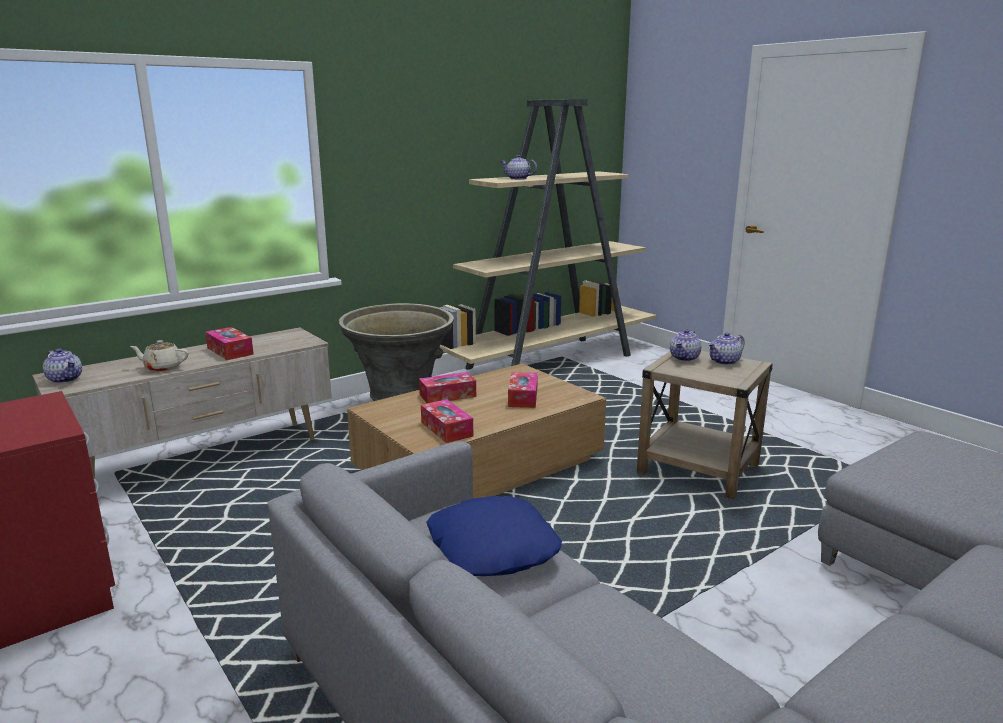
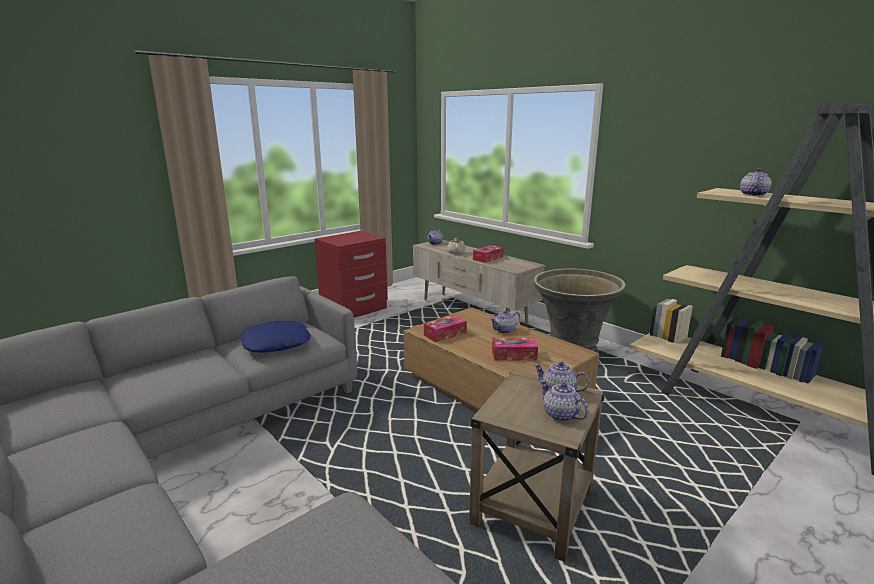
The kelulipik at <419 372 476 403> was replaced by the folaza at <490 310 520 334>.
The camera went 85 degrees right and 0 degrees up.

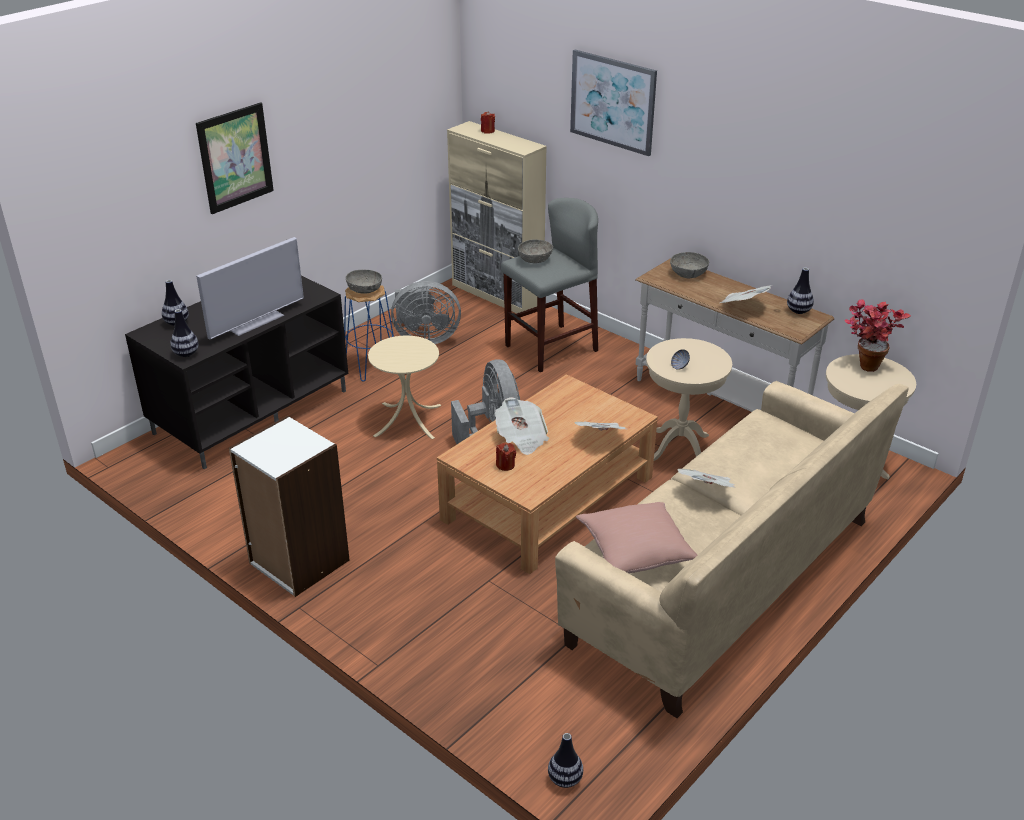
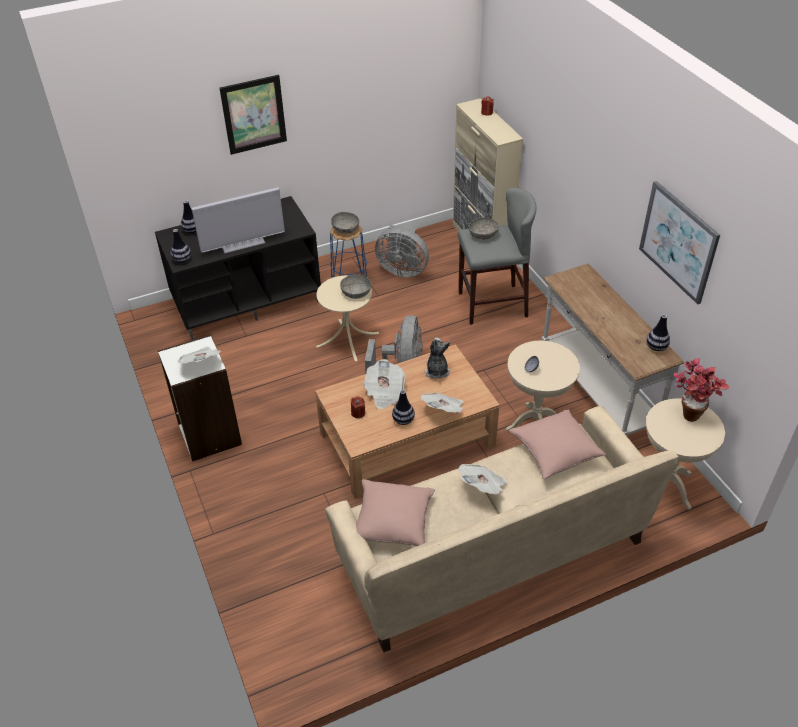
The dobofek moved from <570 50 657 156> to <639 181 720 304>.
The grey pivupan moved from <670 252 709 278> to <340 274 371 299>.
The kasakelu moved from <720 285 772 303> to <177 347 221 364>.
The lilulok moved from <548 733 583 788> to <392 390 415 425>.
The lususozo at <425 338 450 379> appeared.
The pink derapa at <509 410 606 479> appeared.
The camera went 25 degrees right and 10 degrees up.

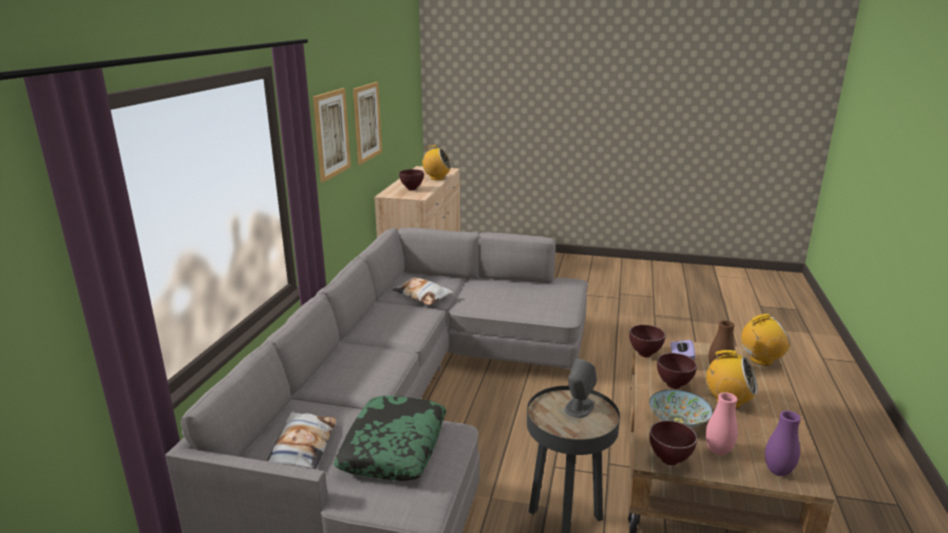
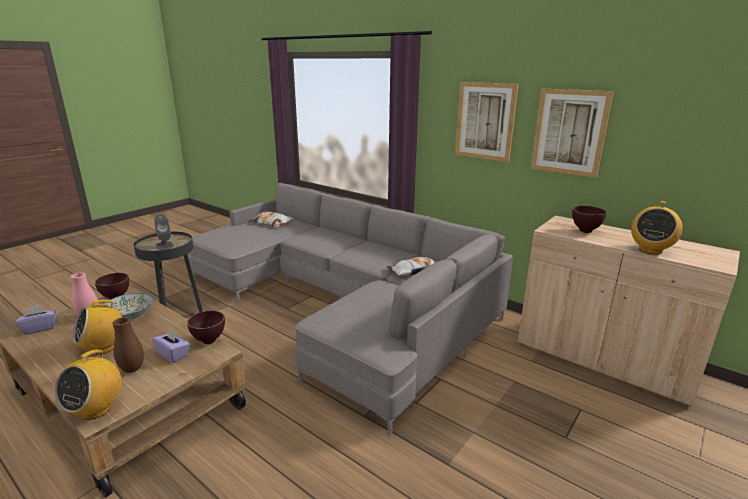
The brown pivupan at <657 353 697 389> disappeared.
The derapa at <334 396 446 481> disappeared.
The purple lilulok at <765 411 801 476> was replaced by the purple kelulipik at <15 305 56 335>.
The camera went 115 degrees right and 0 degrees up.

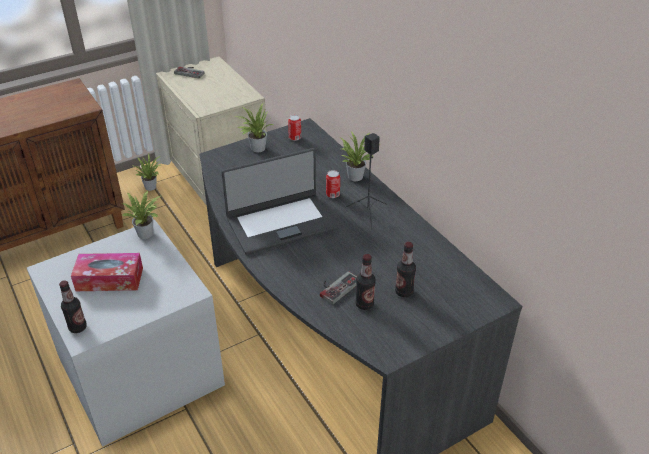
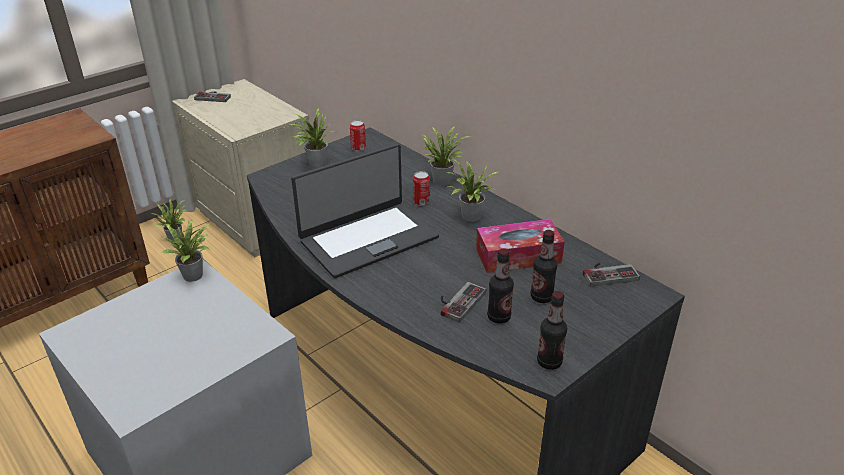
The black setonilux at <345 133 387 229> was replaced by the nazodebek at <446 158 498 222>.
The kelulipik moved from <71 253 143 291> to <476 219 565 273>.
The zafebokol moved from <59 280 87 333> to <537 291 567 370>.
The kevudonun at <583 263 640 287> appeared.
The camera went 10 degrees left and 5 degrees down.

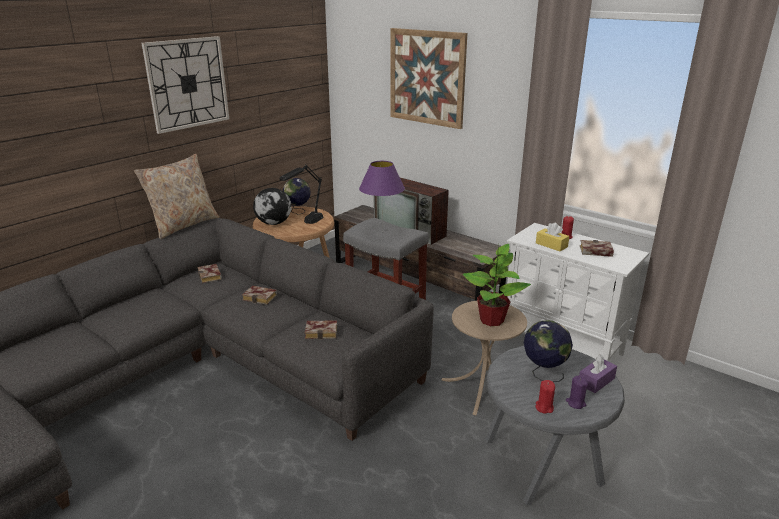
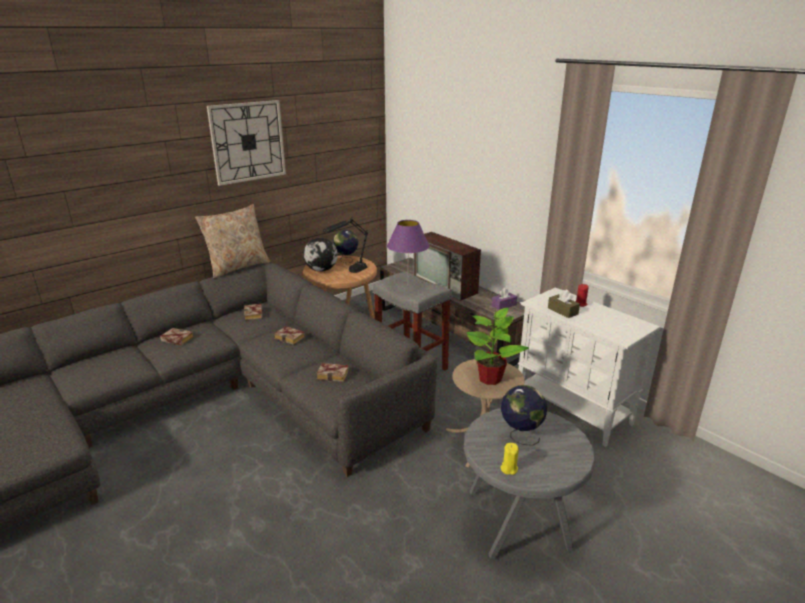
The dobofek at <390 28 467 129> disappeared.
The yellow kelulipik at <536 223 569 251> became the brown kelulipik at <548 290 580 318>.
The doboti moved from <580 240 614 257> to <160 328 194 345>.
The purple kelulipik moved from <579 354 617 393> to <492 288 517 310>.
The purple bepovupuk at <566 375 588 409> disappeared.
The red bepovupuk at <536 380 555 414> became the yellow bepovupuk at <501 443 519 475>.
The camera went 10 degrees right and 0 degrees up.

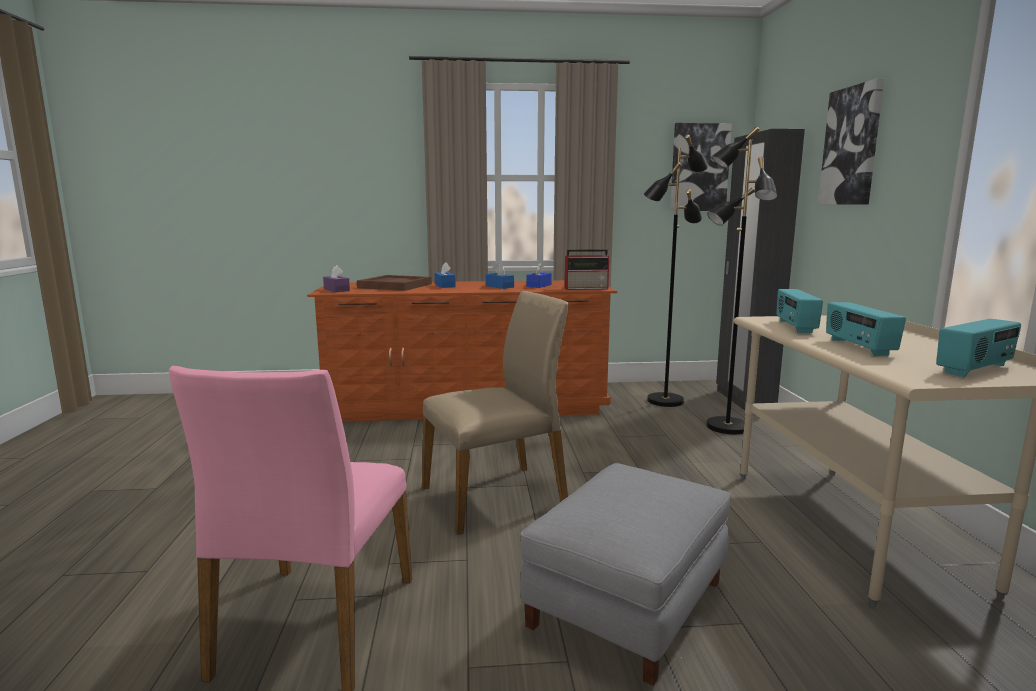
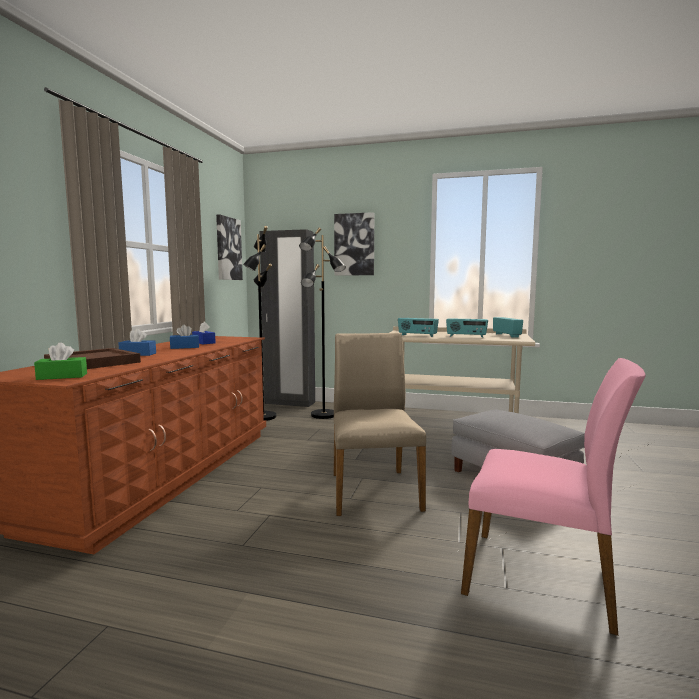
The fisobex at <565 249 610 290> disappeared.
The purple kelulipik at <323 265 350 292> became the green kelulipik at <34 343 87 380>.
The camera went 70 degrees left and 5 degrees down.

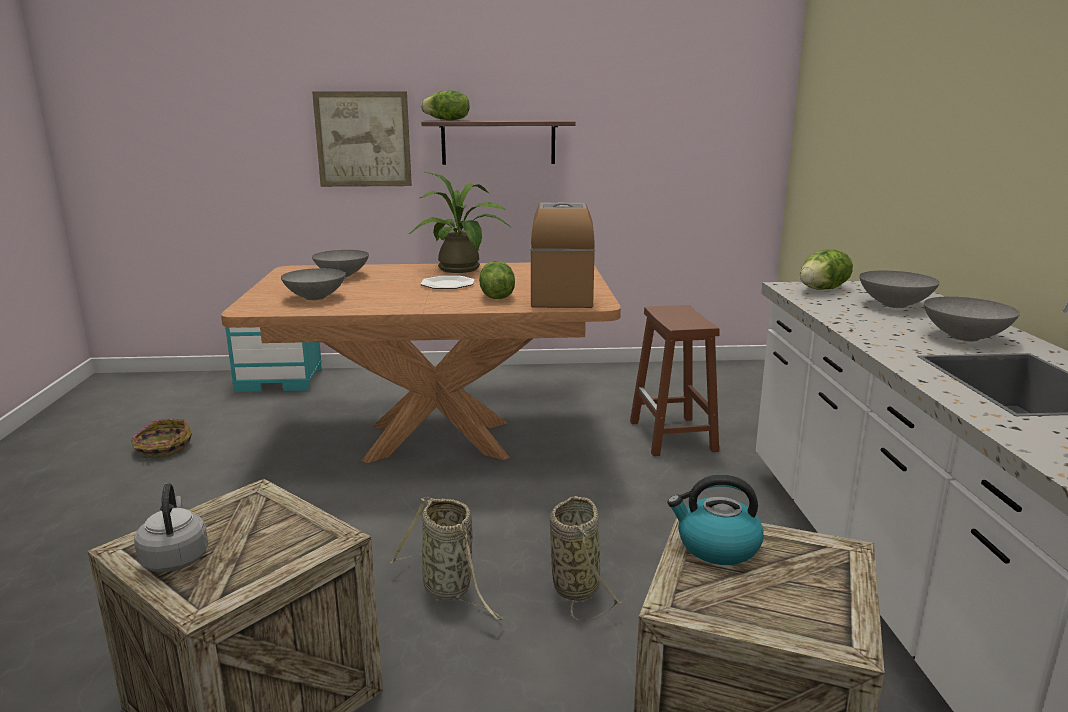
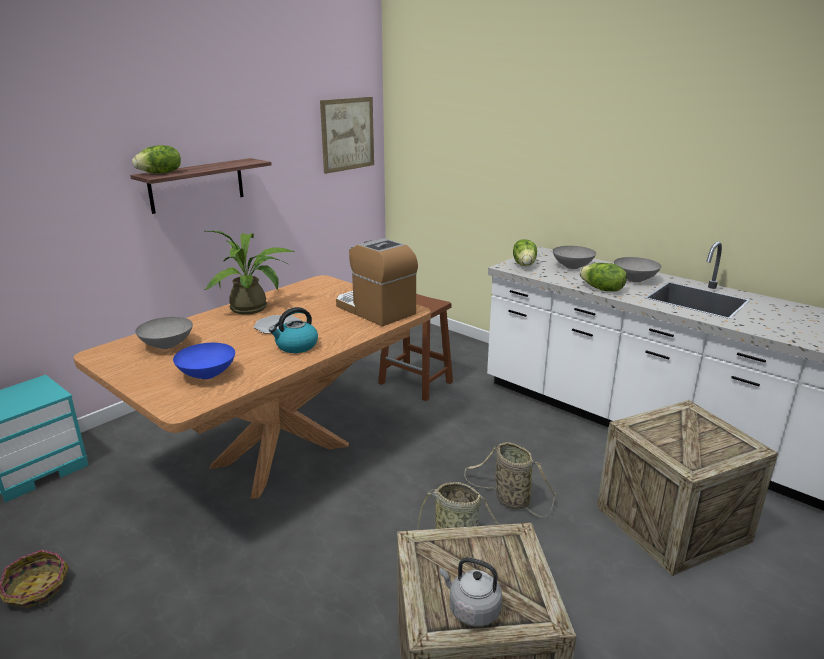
The dobofek moved from <312 91 412 187> to <320 97 374 174>.
The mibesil moved from <479 261 515 299> to <580 263 627 291>.
The grey pivupan at <281 268 346 300> became the blue pivupan at <173 343 235 379>.
The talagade moved from <667 475 764 565> to <269 307 318 353>.
The camera went 45 degrees left and 5 degrees up.

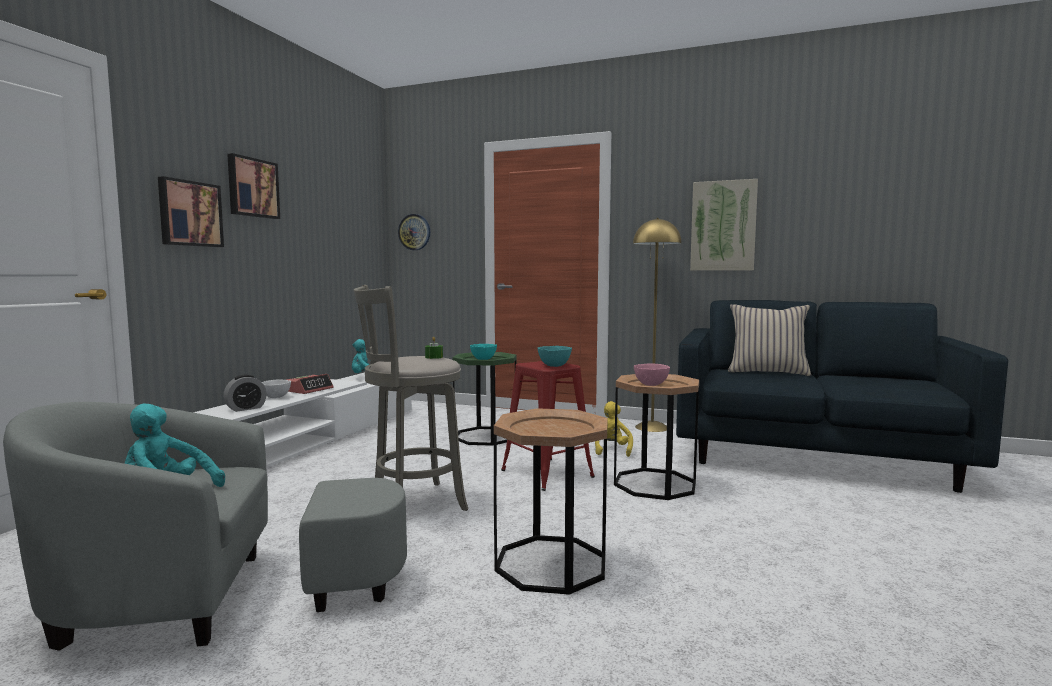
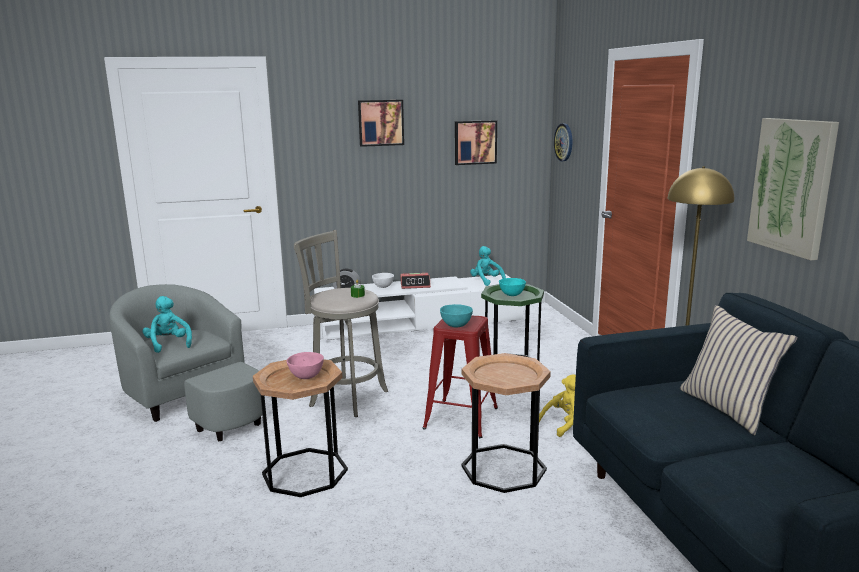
The dobofek moved from <158 176 224 247> to <455 120 497 165>.
The pink pivupan moved from <634 364 670 386> to <287 352 324 379>.
The camera went 55 degrees right and 10 degrees up.

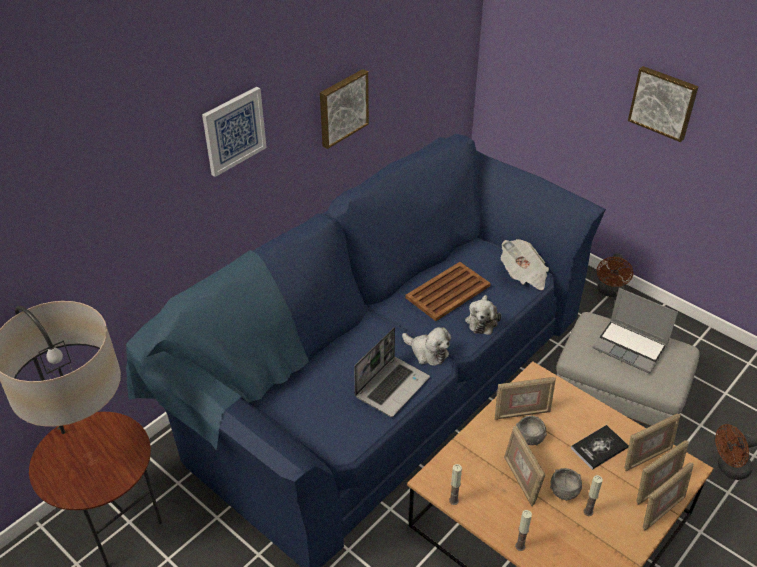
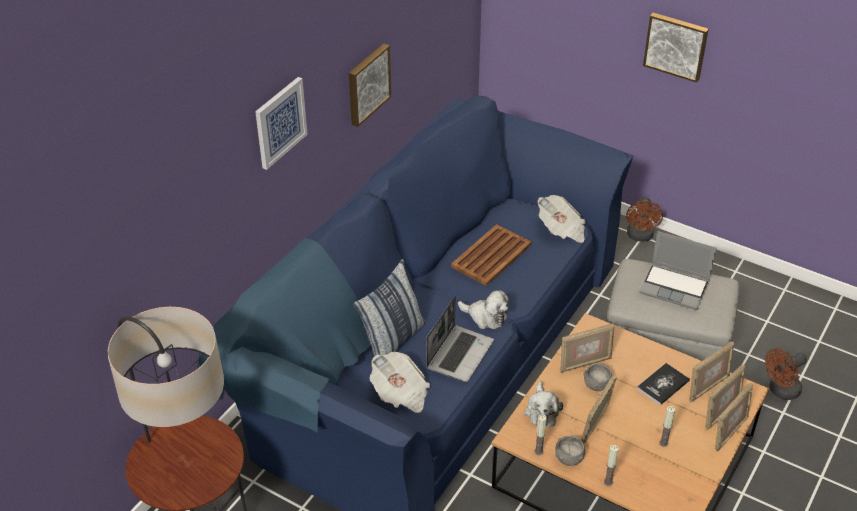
The lususozo moved from <465 295 501 335> to <524 381 563 427>.
The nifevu at <504 426 545 506> turned 60 degrees clockwise.
The grey pivupan moved from <550 468 582 501> to <555 436 585 466>.
The derapa at <353 259 426 356> appeared.
The kasakelu at <369 352 430 413> appeared.
The camera went 10 degrees left and 0 degrees up.

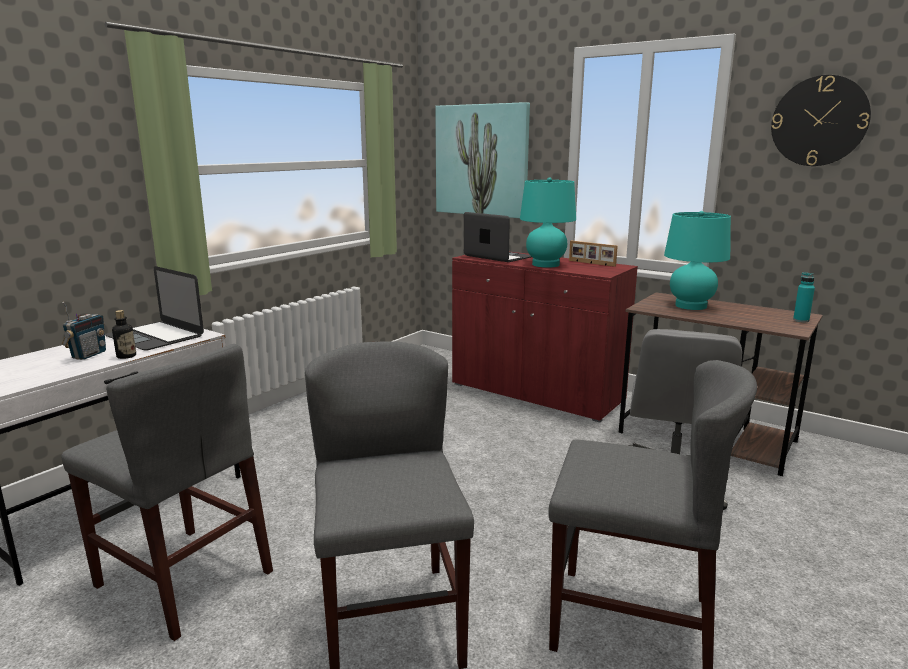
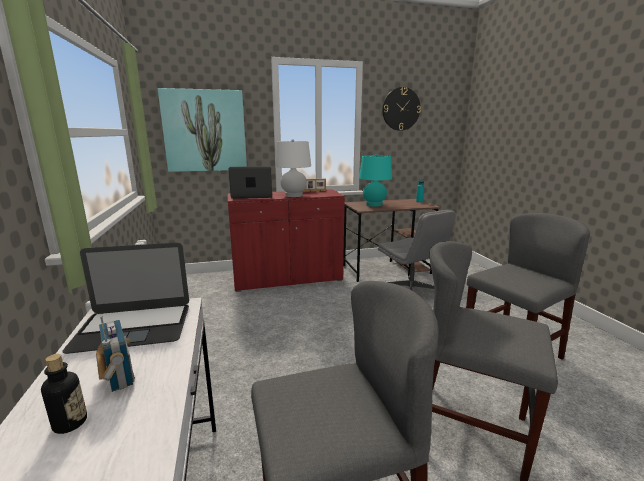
The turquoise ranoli at <520 177 576 268> became the white ranoli at <275 139 311 197>.
The zafebokol moved from <112 310 136 359> to <41 354 87 434>.
The camera went 50 degrees left and 0 degrees up.

